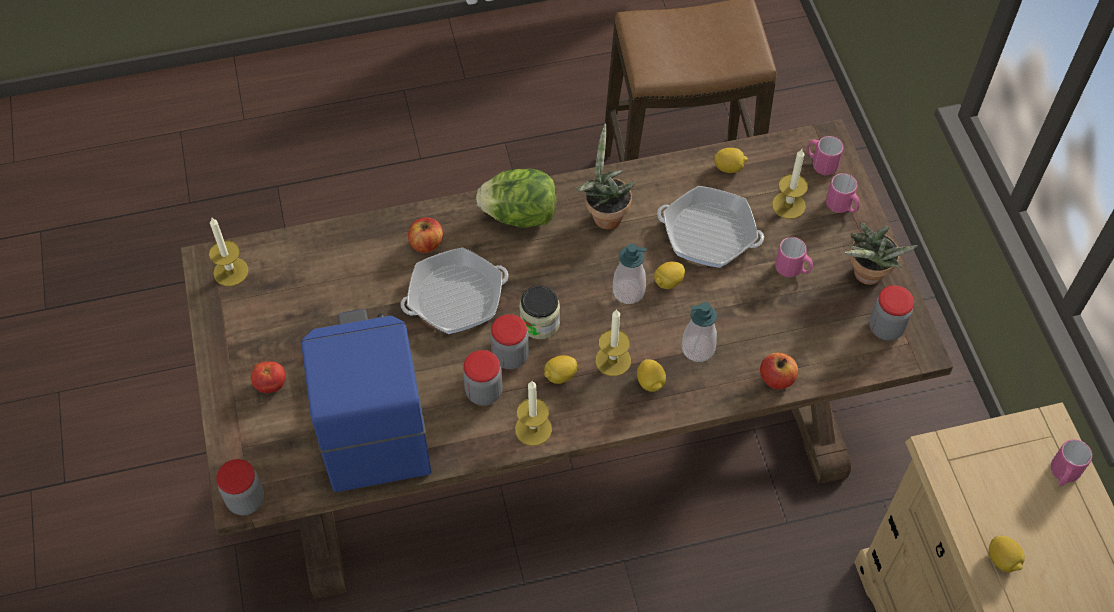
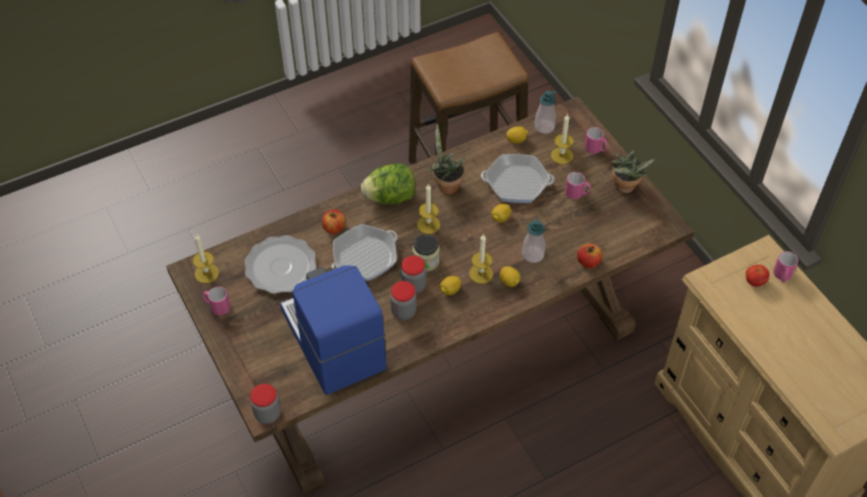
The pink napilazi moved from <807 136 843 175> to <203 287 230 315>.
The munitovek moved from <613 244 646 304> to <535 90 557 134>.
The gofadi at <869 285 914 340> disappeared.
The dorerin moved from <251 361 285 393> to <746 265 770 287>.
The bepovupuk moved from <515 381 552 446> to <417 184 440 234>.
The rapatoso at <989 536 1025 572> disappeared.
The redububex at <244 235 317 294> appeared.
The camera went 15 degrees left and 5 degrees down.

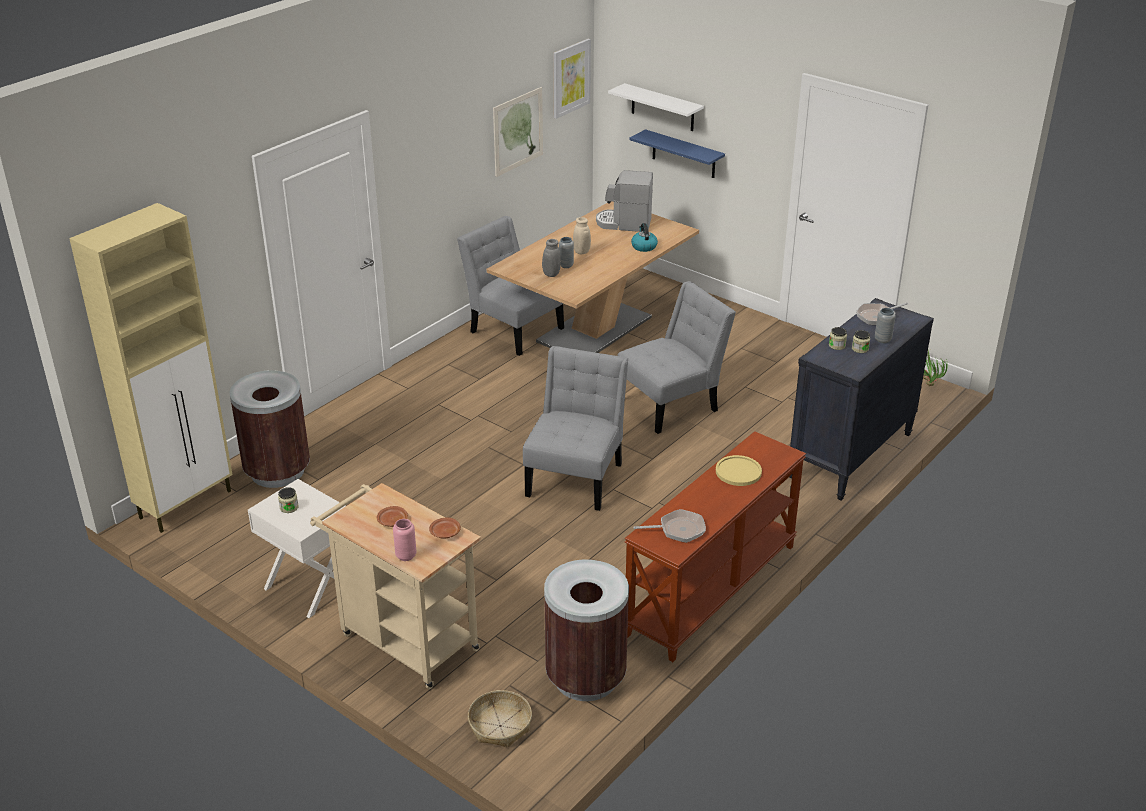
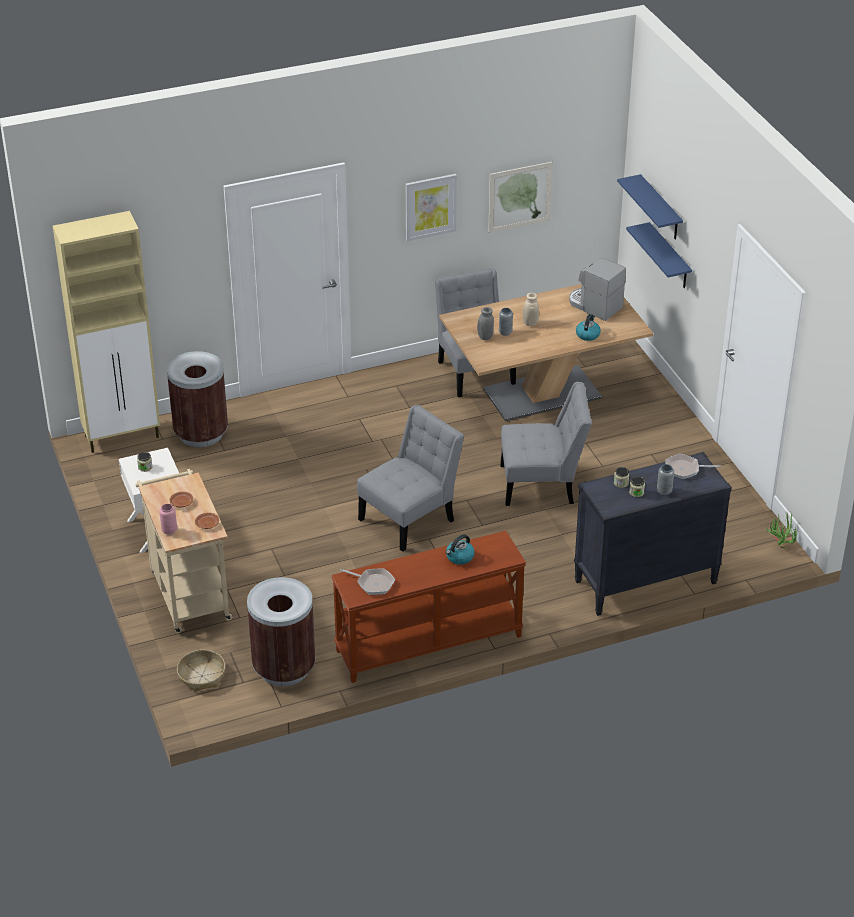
The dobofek moved from <553 39 591 119> to <406 174 457 241>.
The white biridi at <608 83 704 131> became the blue biridi at <617 174 683 240>.
The yellow redububex at <716 455 762 486> was replaced by the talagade at <446 534 475 565>.
The camera went 30 degrees right and 5 degrees up.

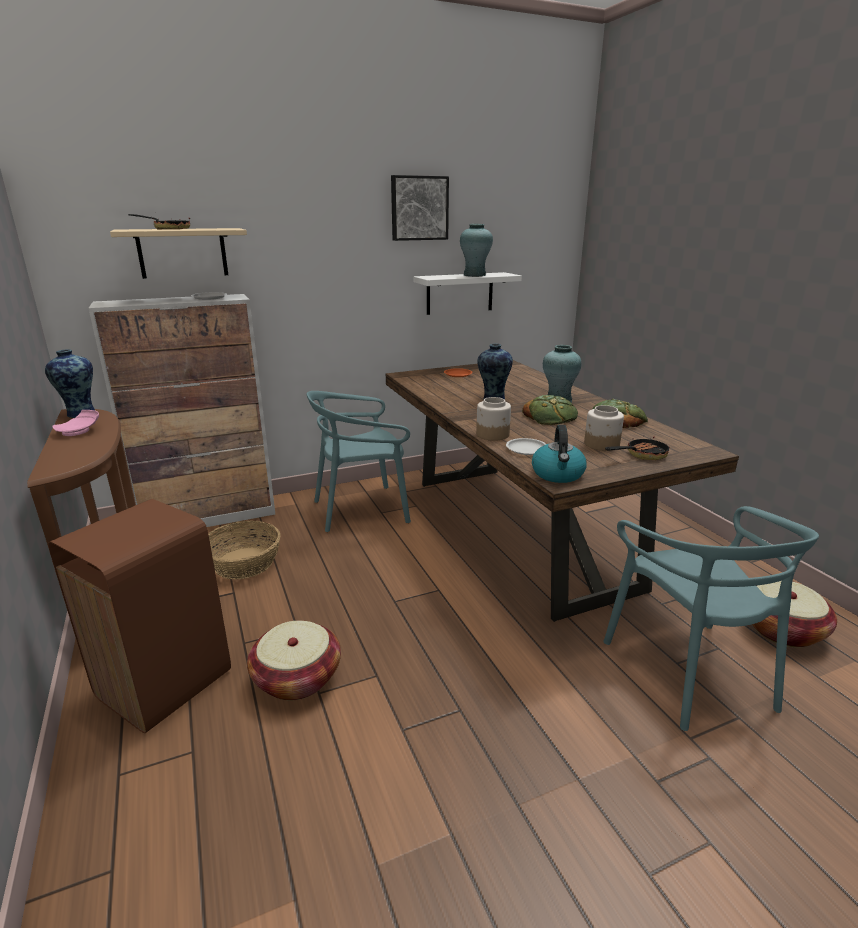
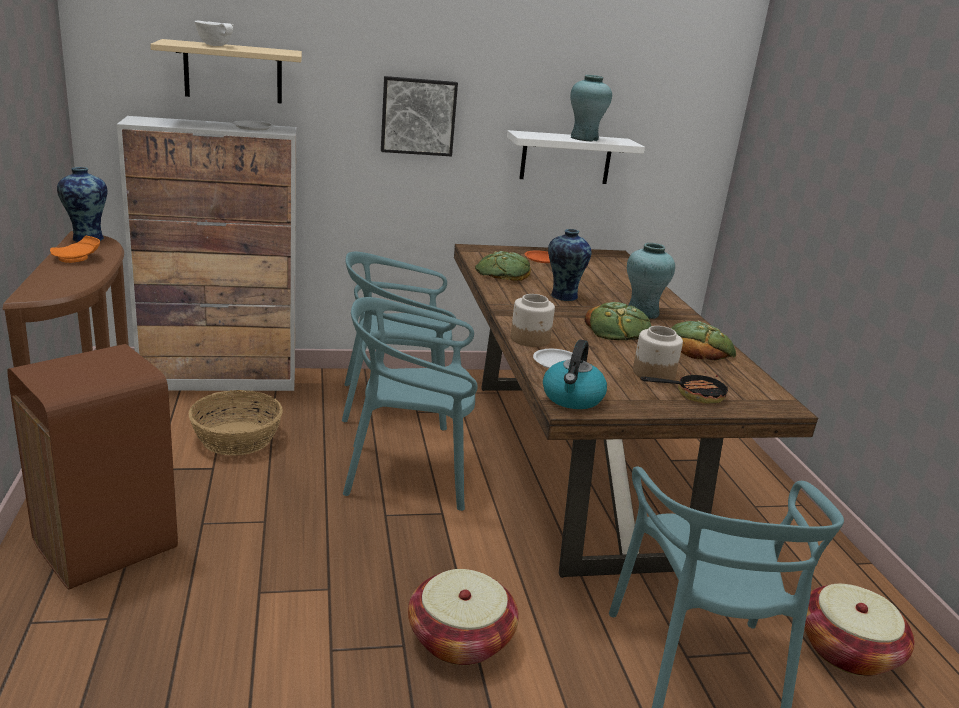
The dobofek moved from <391 175 449 241> to <381 76 458 156>.
The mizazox at <128 214 190 229> was replaced by the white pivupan at <195 21 234 46>.
The pink redububex at <52 410 99 436> became the orange redububex at <50 236 100 263>.
The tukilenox moved from <247 621 341 700> to <408 569 519 665>.
The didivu at <475 251 531 281> appeared.
The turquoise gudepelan at <343 297 478 511> appeared.
The camera went 10 degrees right and 0 degrees up.

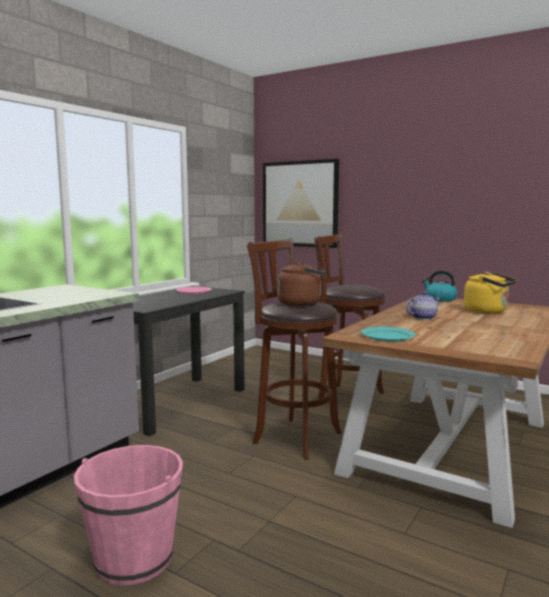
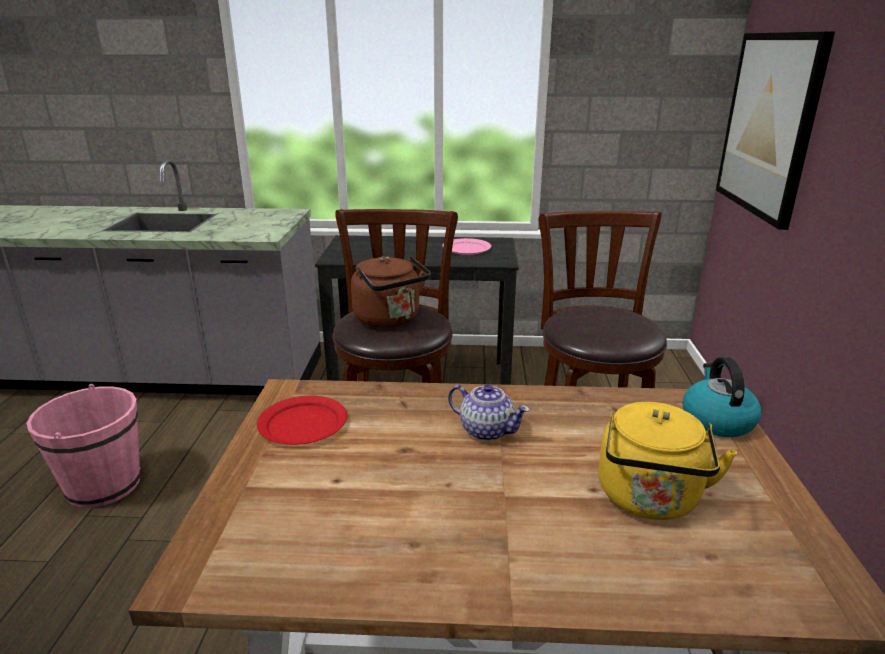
The turquoise redububex at <361 327 416 342> became the red redububex at <257 395 347 445>.
The camera went 60 degrees right and 15 degrees up.

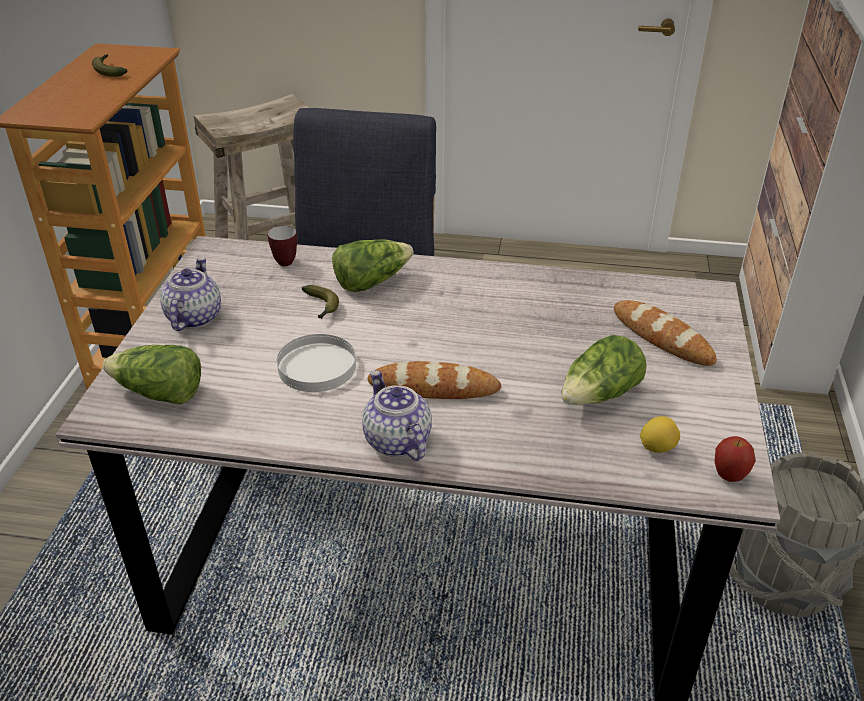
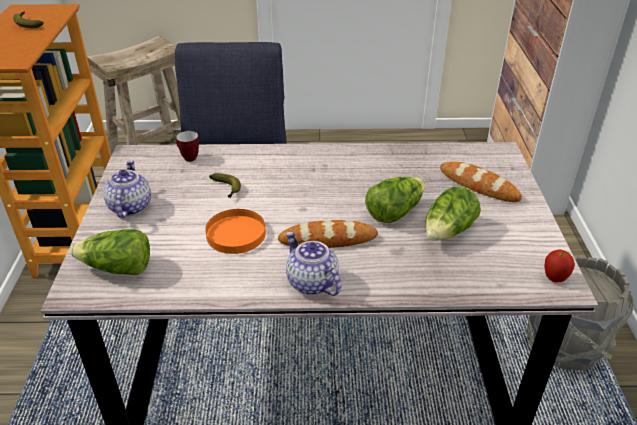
The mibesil moved from <332 239 413 292> to <365 177 425 223>.
The white redububex at <277 334 356 392> became the orange redububex at <205 209 266 254>.
The rapatoso at <640 416 680 453> disappeared.
The camera went 10 degrees left and 0 degrees up.

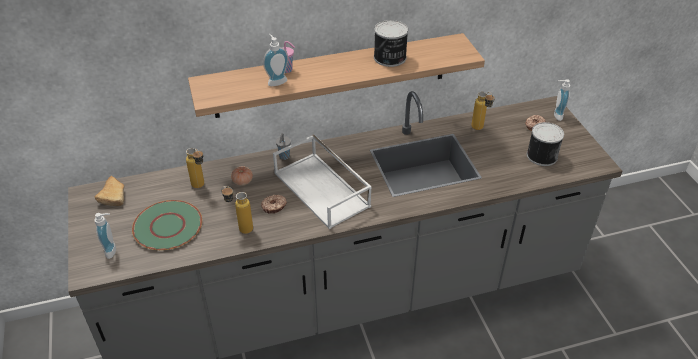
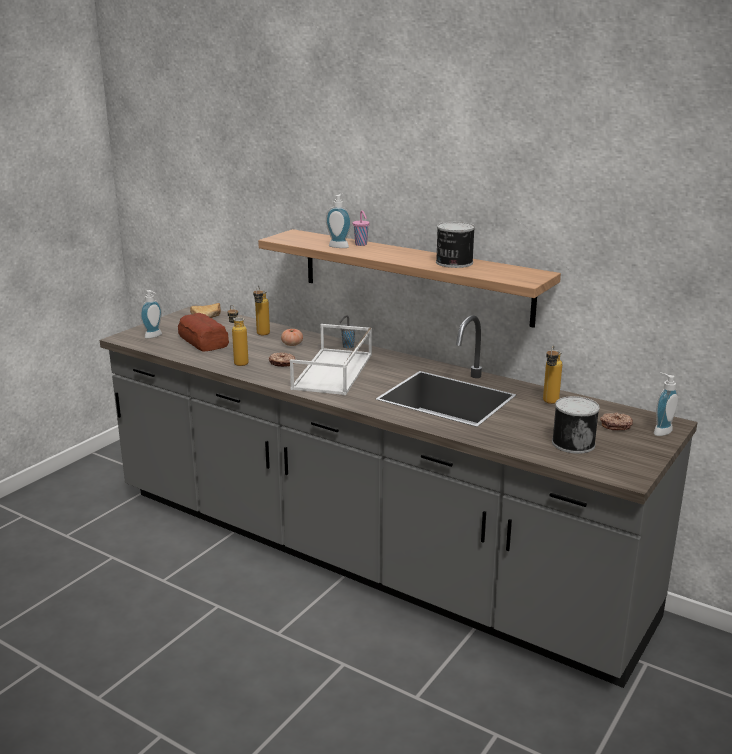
The green redububex at <132 200 202 250> was replaced by the didivu at <178 313 229 352>.
The camera went 50 degrees right and 20 degrees down.

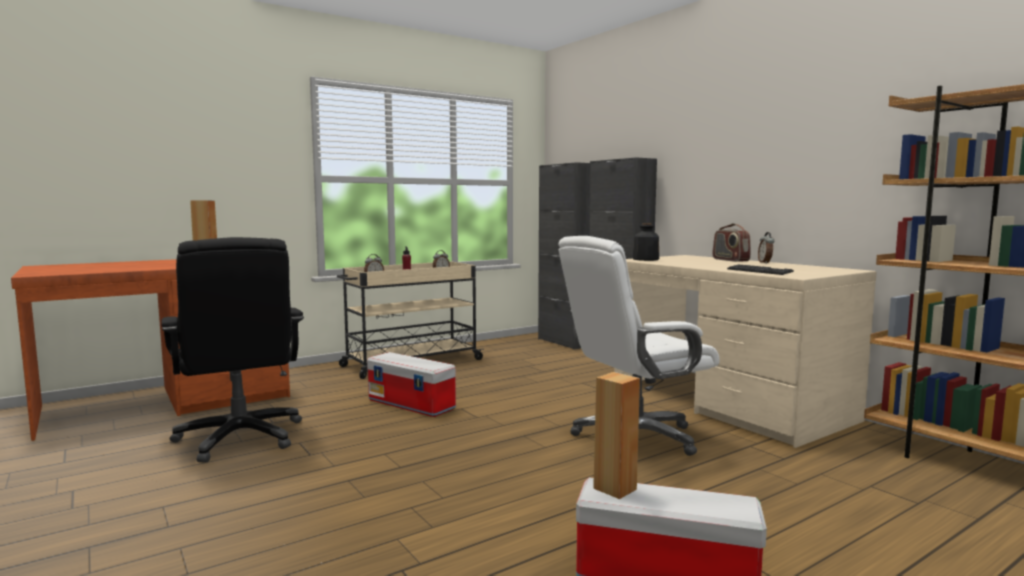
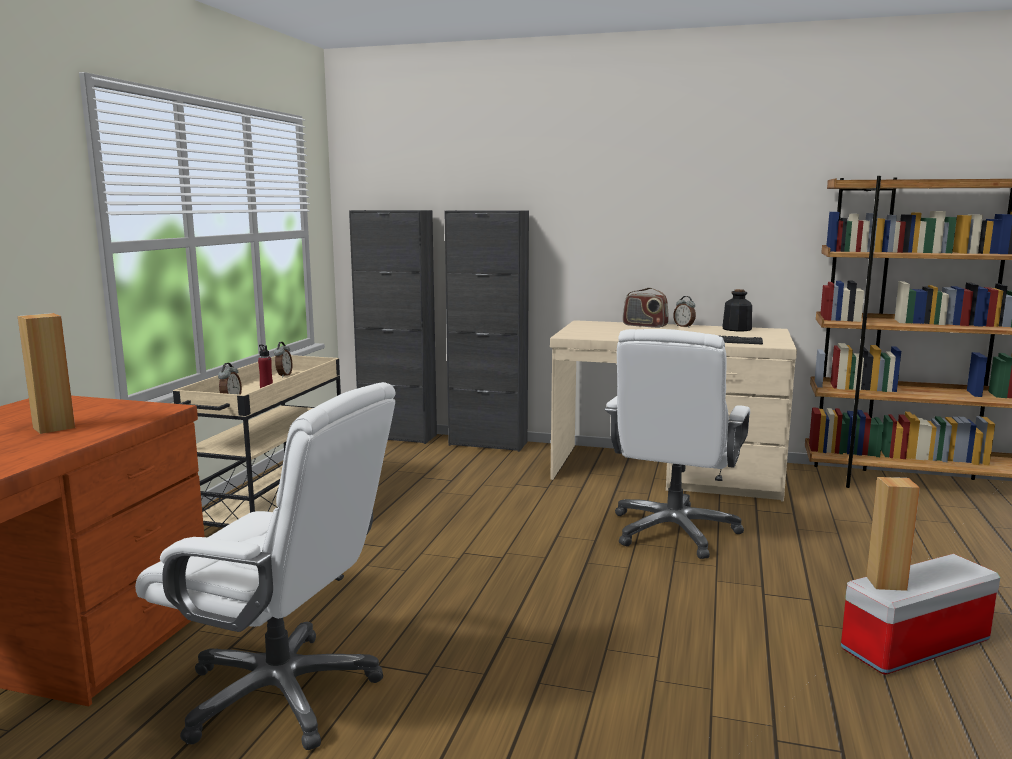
The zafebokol moved from <633 223 659 261> to <722 289 752 331>.
The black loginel at <161 237 304 463> became the white loginel at <135 382 396 750>.
The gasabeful at <367 352 456 417> disappeared.
The camera went 40 degrees left and 5 degrees up.

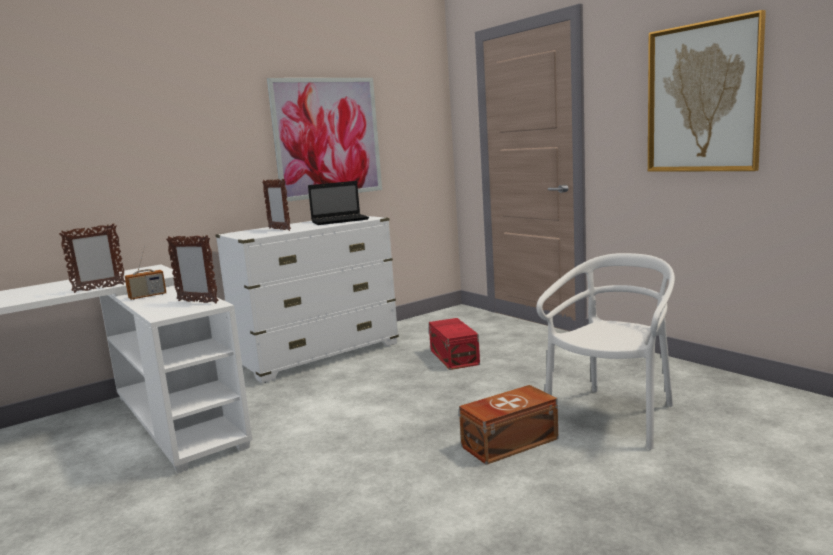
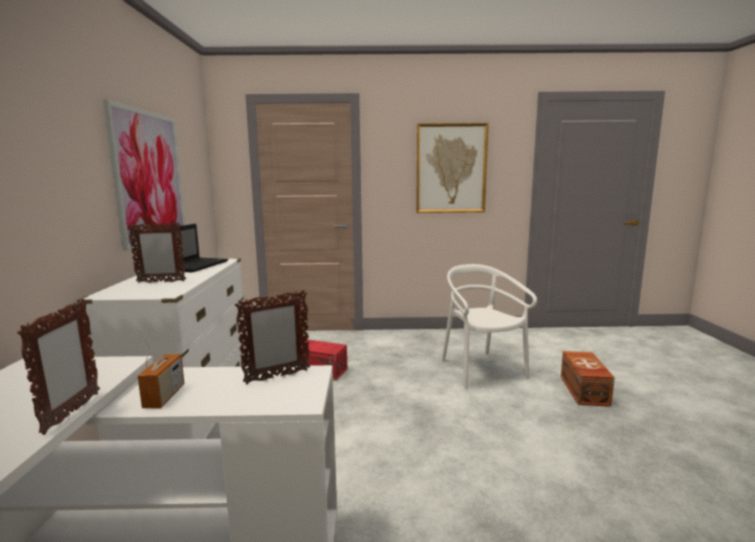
The brown gasabeful moved from <459 385 558 465> to <561 351 615 407>.
The camera went 55 degrees left and 0 degrees up.

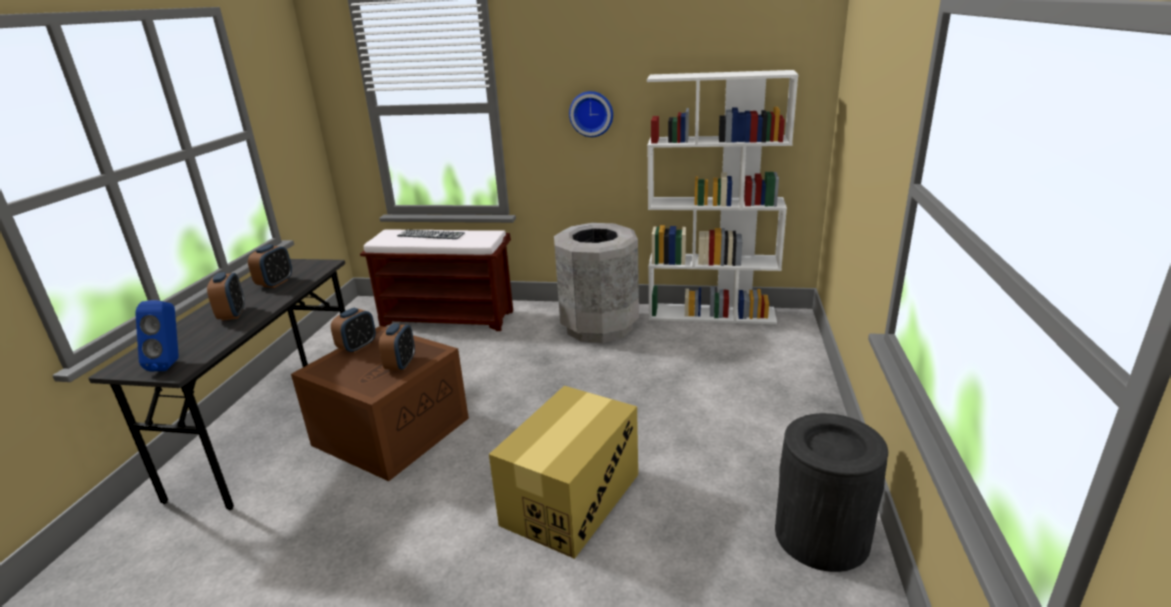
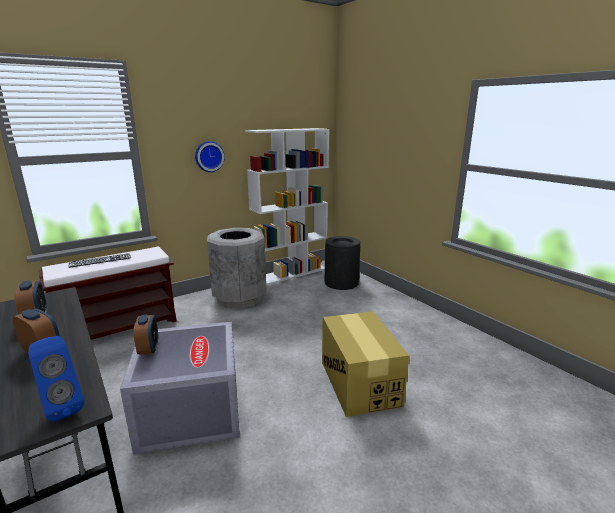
The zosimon at <379 324 415 371> disappeared.
The brown gasabeful at <291 326 469 481> became the grey gasabeful at <120 321 240 454>.
The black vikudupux moved from <775 413 888 572> to <325 236 360 290>.
The camera went 45 degrees left and 5 degrees down.

